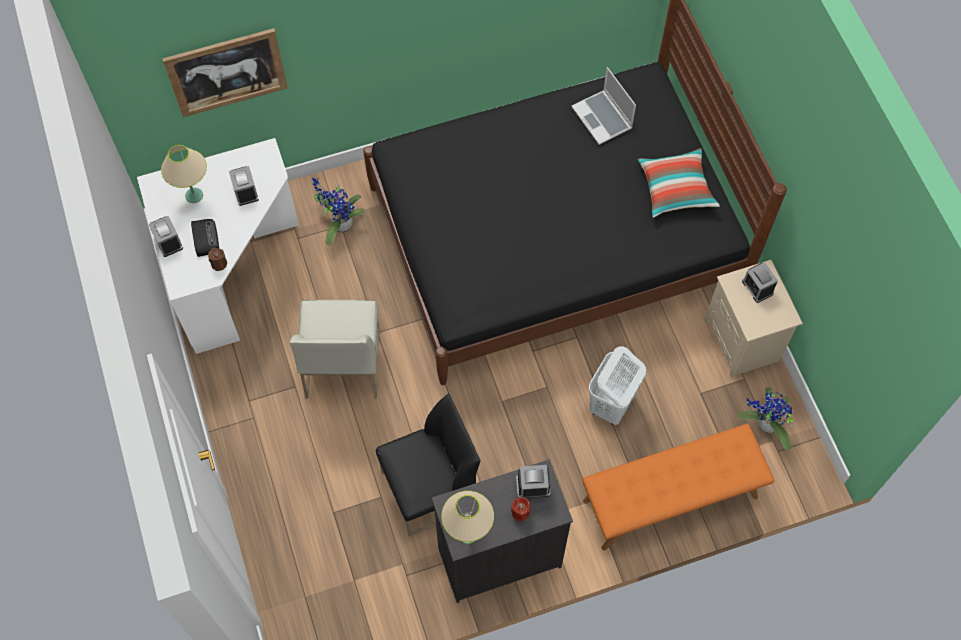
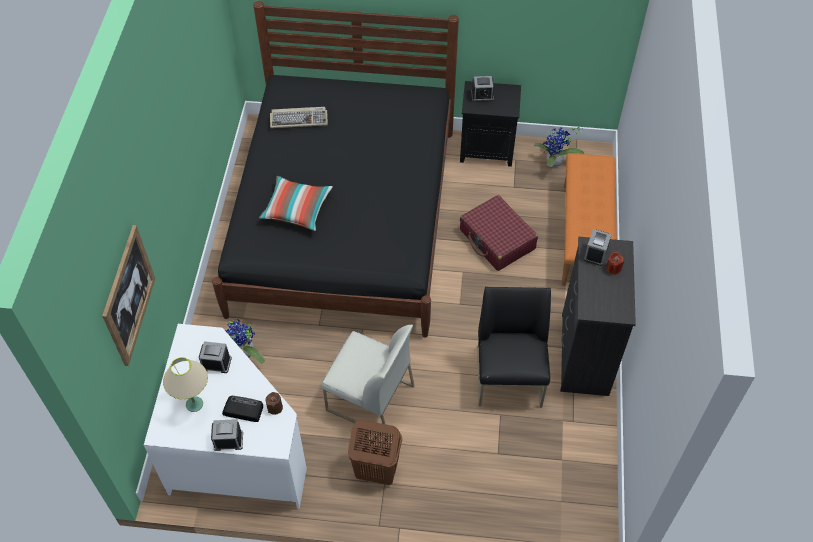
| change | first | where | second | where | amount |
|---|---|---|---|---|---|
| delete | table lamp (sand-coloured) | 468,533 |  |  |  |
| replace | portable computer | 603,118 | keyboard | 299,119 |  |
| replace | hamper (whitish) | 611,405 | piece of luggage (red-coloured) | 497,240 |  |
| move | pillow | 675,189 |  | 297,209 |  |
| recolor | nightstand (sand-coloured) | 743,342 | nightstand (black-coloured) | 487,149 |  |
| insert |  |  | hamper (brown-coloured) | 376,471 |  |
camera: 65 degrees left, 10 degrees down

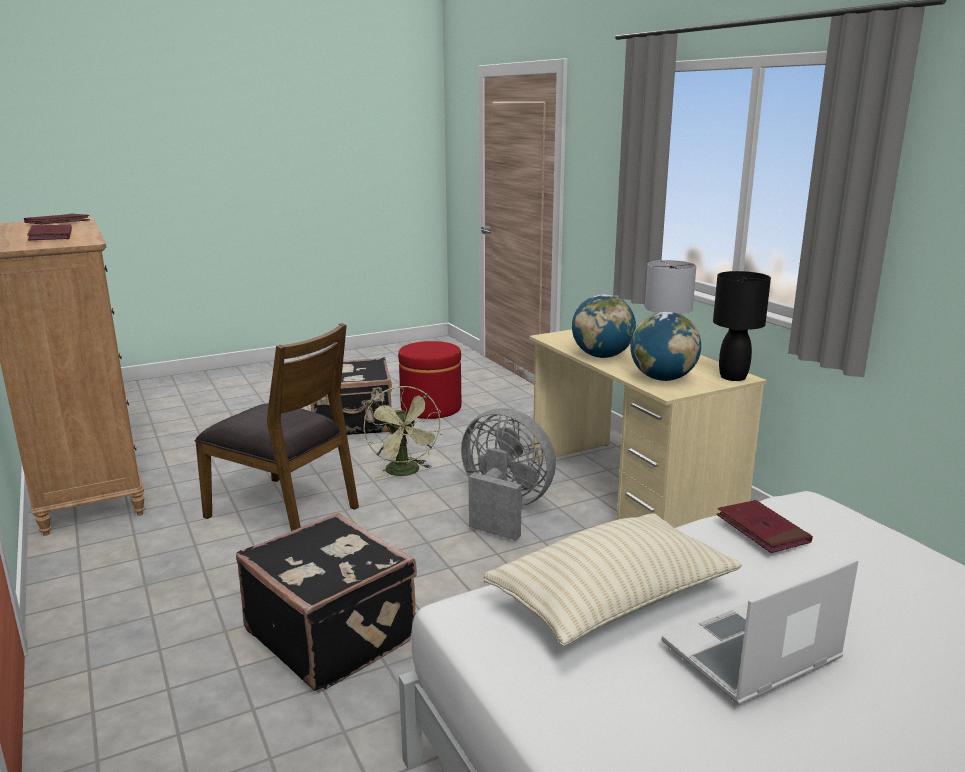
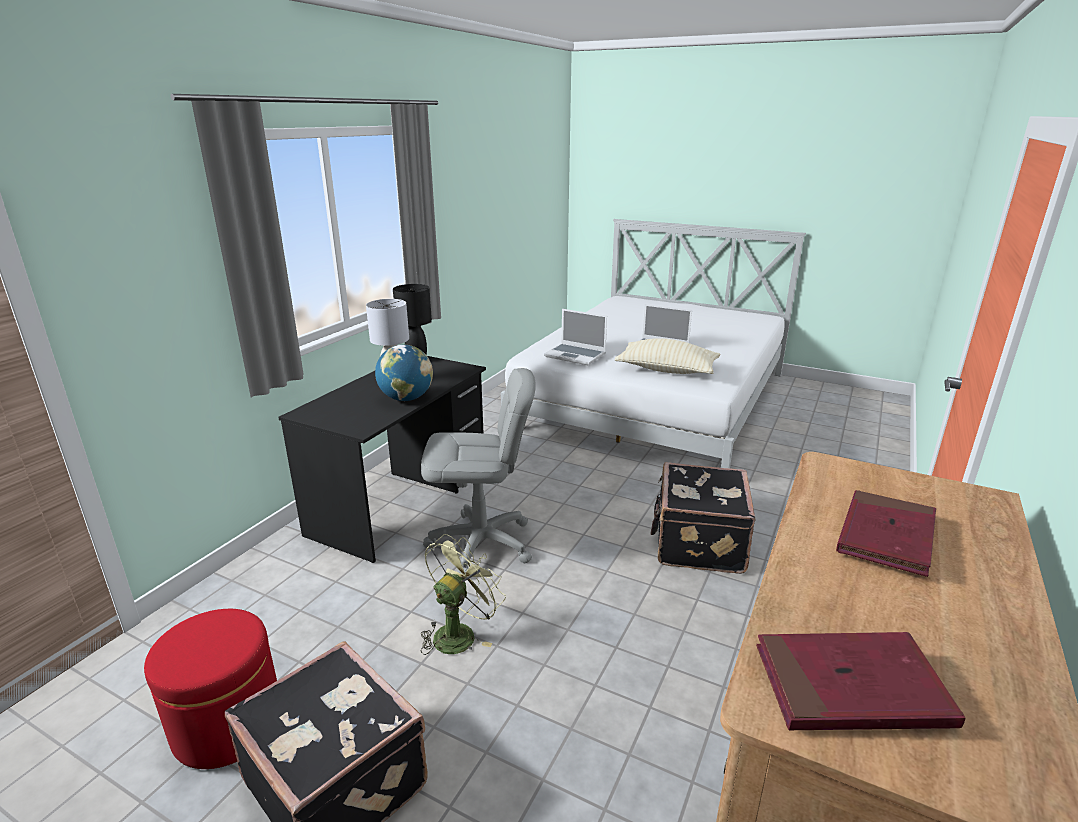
| change | first | where | second | where | amount |
|---|---|---|---|---|---|
| delete | upright chair (brown-coloured) | 285,511 |  |  |  |
| replace | cooling fan (gray) | 503,509 | office chair (gray) | 481,544 |  |
| recolor | desk (sand-coloured) | 630,492 | desk (black-coloured) | 401,501 |  |
| delete | globe | 663,379 |  |  |  |
| replace | bound book (red-coloured) | 762,530 | portable computer | 576,355 |  |
camera: 125 degrees left, 5 degrees up

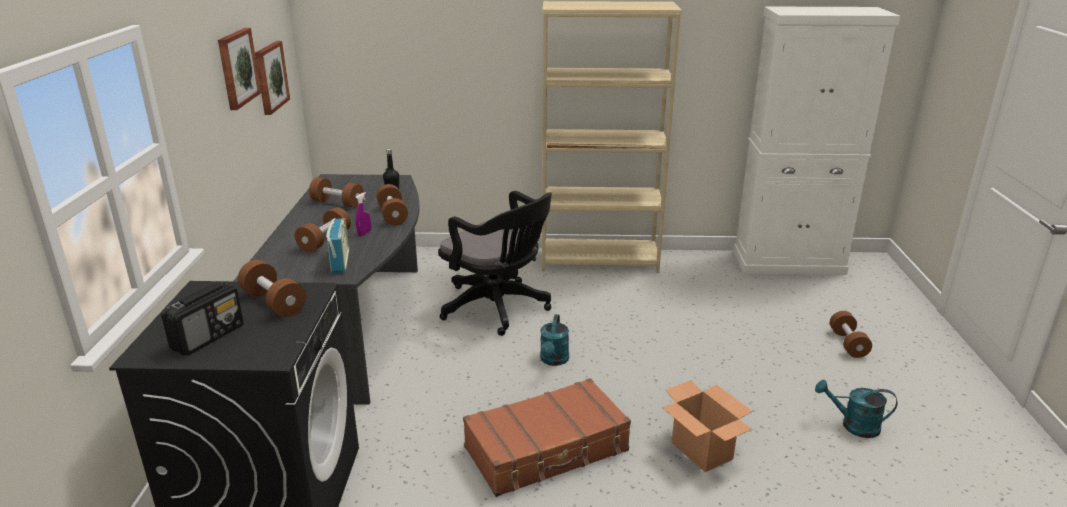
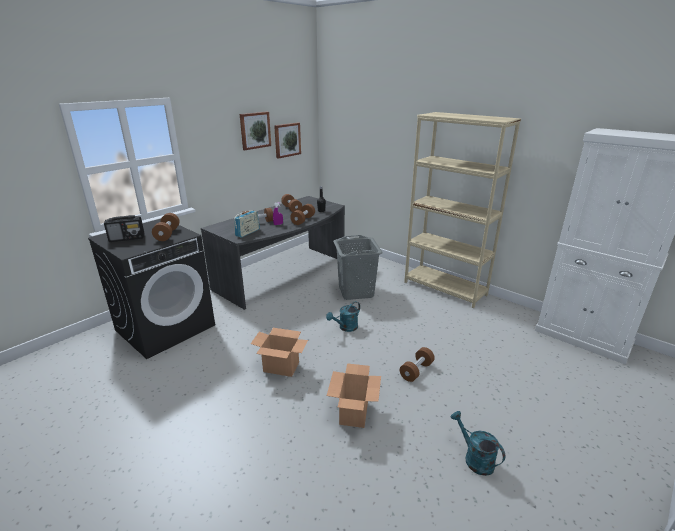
| change | first | where | second | where | amount |
|---|---|---|---|---|---|
| replace | office chair (black-coloured) | 498,308 | hamper (gray) | 355,292 |  |
| replace | piece of luggage (brown-coloured) | 547,450 | cardboard box | 281,367 |  |
| move | free weight (brown-coloured) | 848,344 |  | 416,371 |  |
camera: 40 degrees right, 0 degrees up

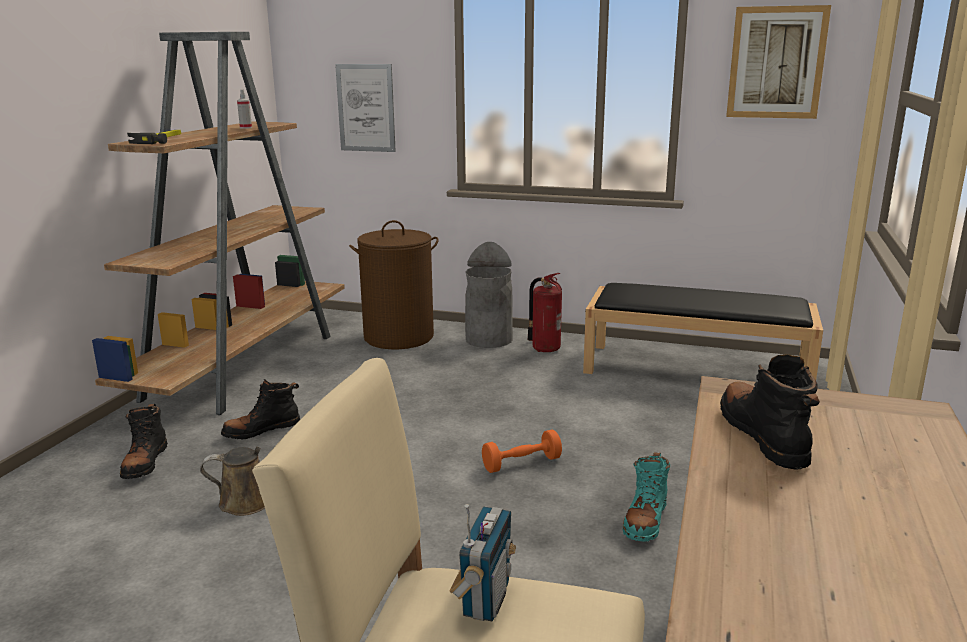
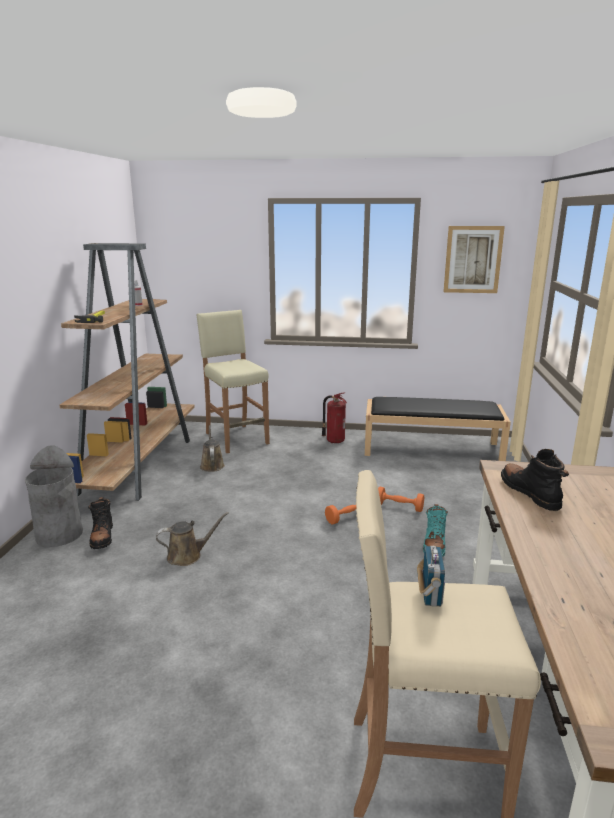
| change | first | where | second | where | amount |
|---|---|---|---|---|---|
| delete | tall boot (black-coloured) | 262,430 |  |  |  |
| delete | wall picture | 366,108 |  |  |  |
| replace | hamper (brown-coloured) | 399,337 | sitting stool (sand-coloured) | 236,438 |  |
| move | rubbish bin (gray) | 489,339 |  | 59,534 |  |
| insert |  |  | watering can (brown-coloured) | 212,465 |  |
| insert |  |  | free weight (orangey) | 399,507 |  |
camera: 10 degrees left, 0 degrees up

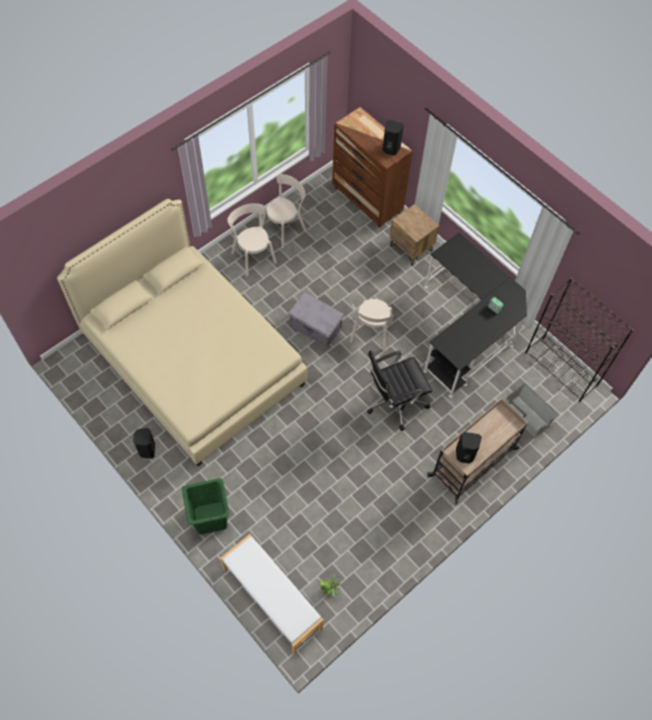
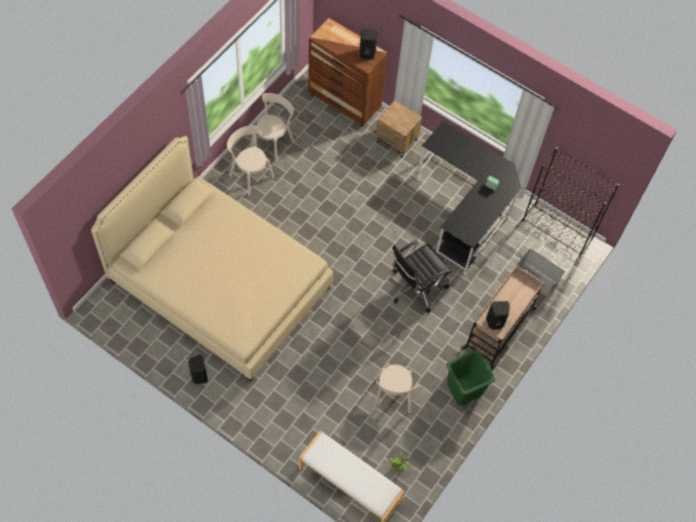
| change | first | where | second | where | amount |
|---|---|---|---|---|---|
| move | hamper (greenish) | 210,518 |  | 464,389 |  |
| delete | storage box (gray) | 315,328 |  |  |  |
| move | upright chair (sand-coloured) | 371,334 |  | 392,397 |  |
camera: 15 degrees left, 0 degrees up

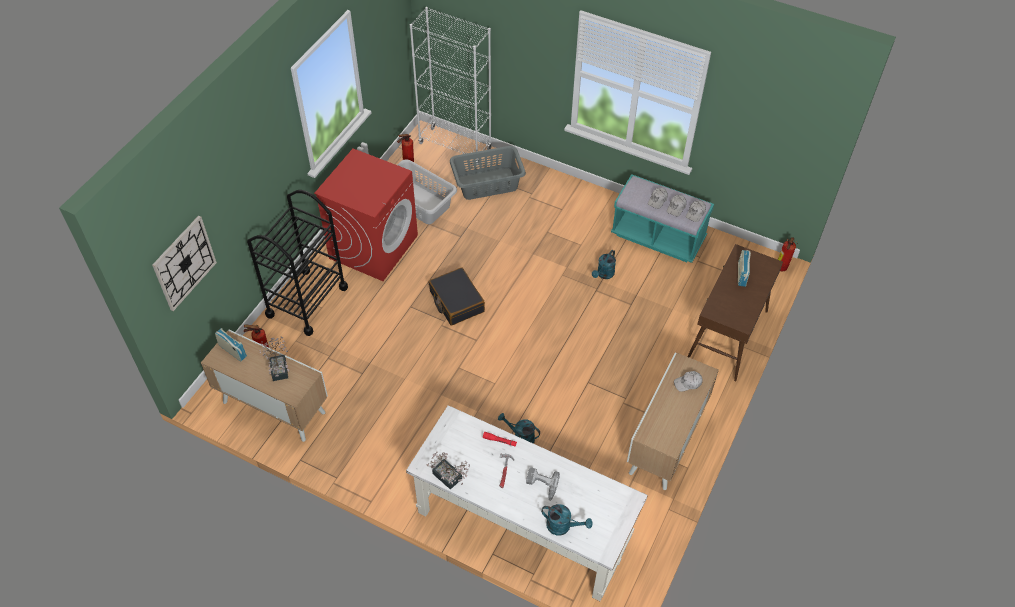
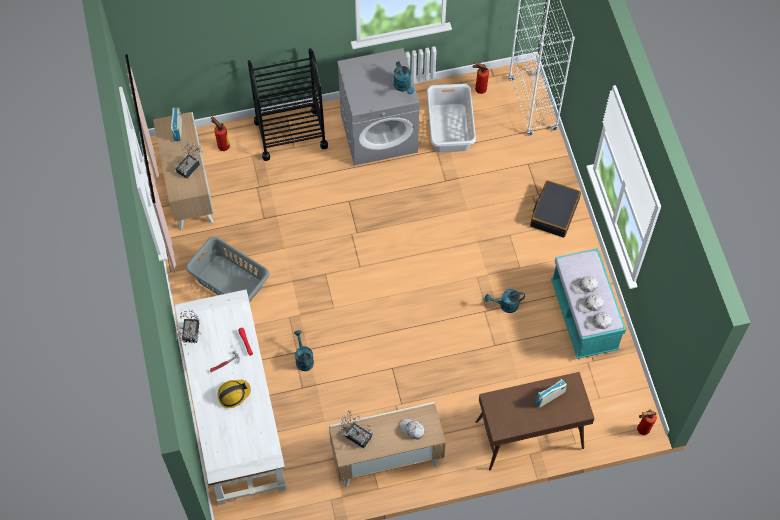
| change | first | where | second | where | amount |
|---|---|---|---|---|---|
| delete | hanging clock | 184,263 |  |  |  |
| recolor | laundry machine (red-coloured) | 373,246 | laundry machine (gray) | 379,133 |  |
| move | piece of luggage (black-coloured) | 456,302 |  | 554,213 |  |
| move | hamper (gray) | 487,183 |  | 230,281 |  |
| replace | power drill | 541,485 | hard hat | 233,394 |  |
| move | watering can (blue-green) | 563,526 |  | 403,87 |  |
| insert |  |  | houseplant | 356,434 |  |
camera: 50 degrees right, 10 degrees up

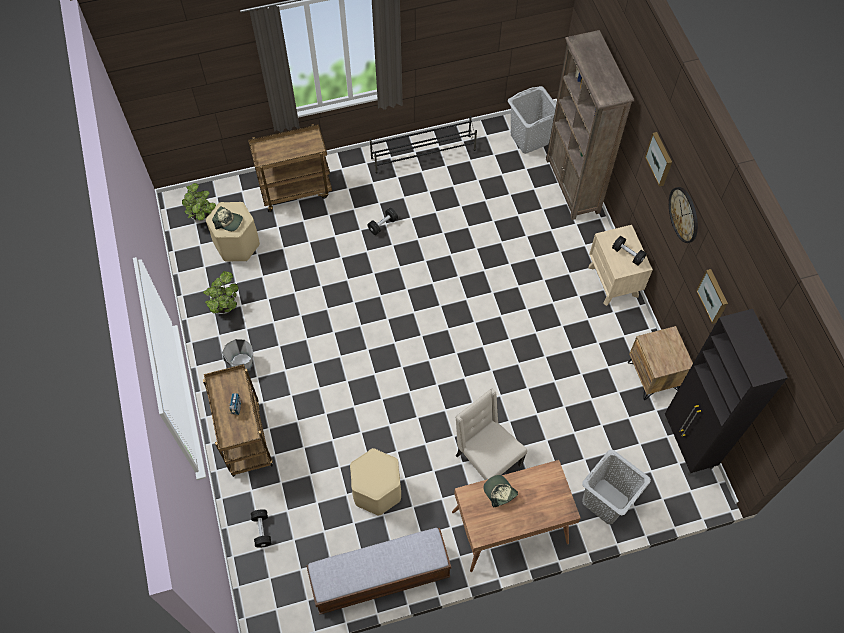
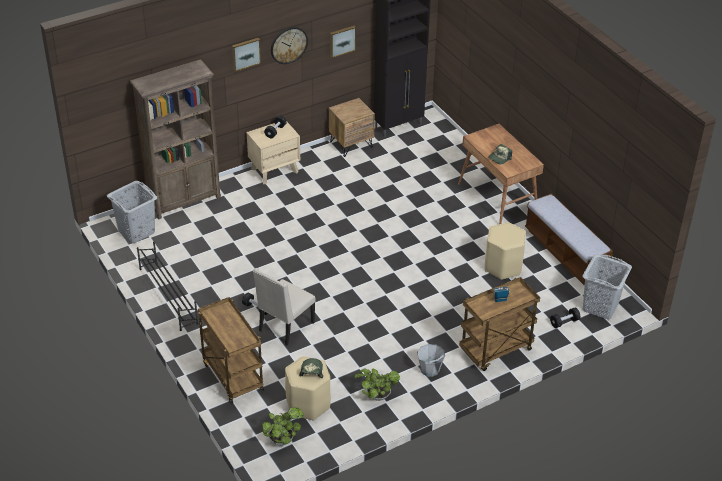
| change | first | where | second | where | amount |
|---|---|---|---|---|---|
| move | upright chair (sand-coloured) | 486,460 |  | 285,327 |  |
| move | hamper (gray) | 605,500 |  | 600,306 |  |
camera: 105 degrees left, 20 degrees down

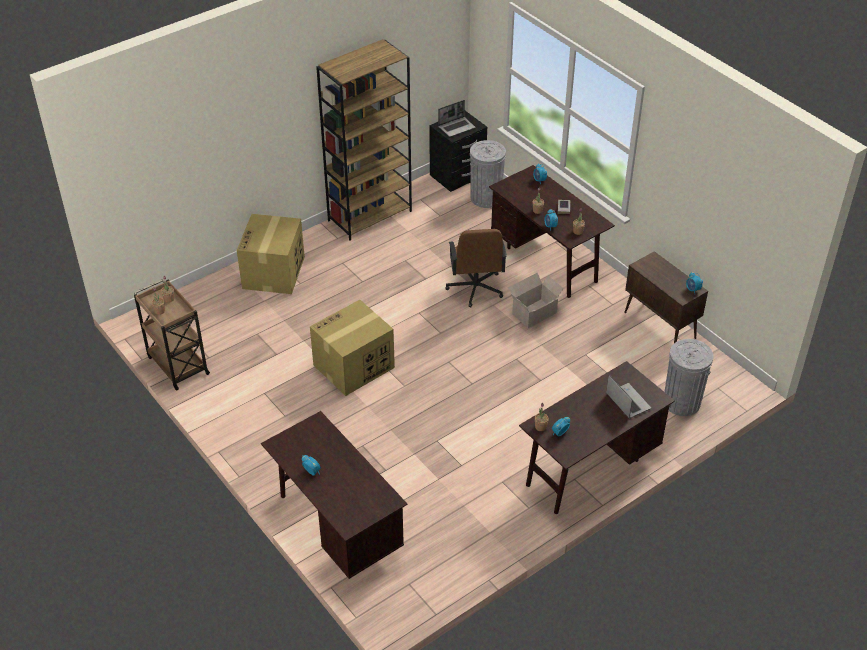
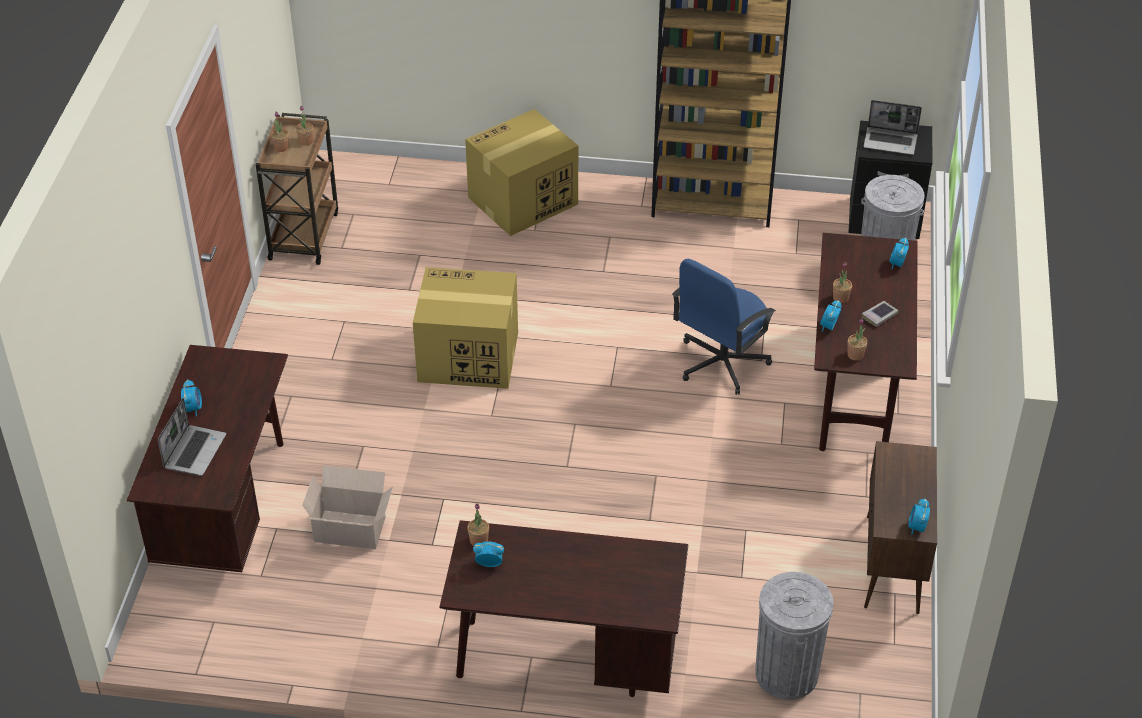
| change | first | where | second | where | amount |
|---|---|---|---|---|---|
| recolor | office chair (brown-coloured) | 475,288 | office chair (blue) | 721,363 |  |
| move | cardboard box | 535,313 |  | 352,530 |  |
| move | portable computer | 627,401 |  | 194,451 |  |
camera: 45 degrees right, 0 degrees up

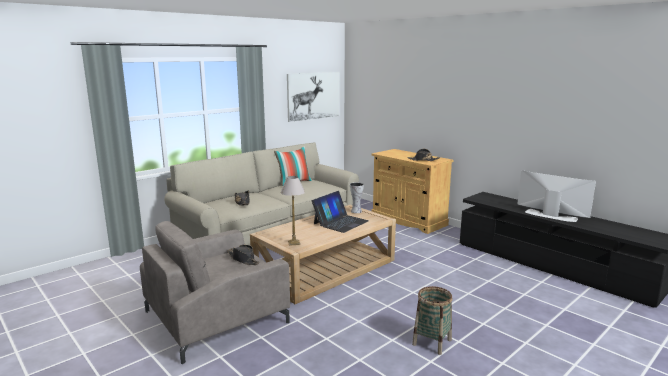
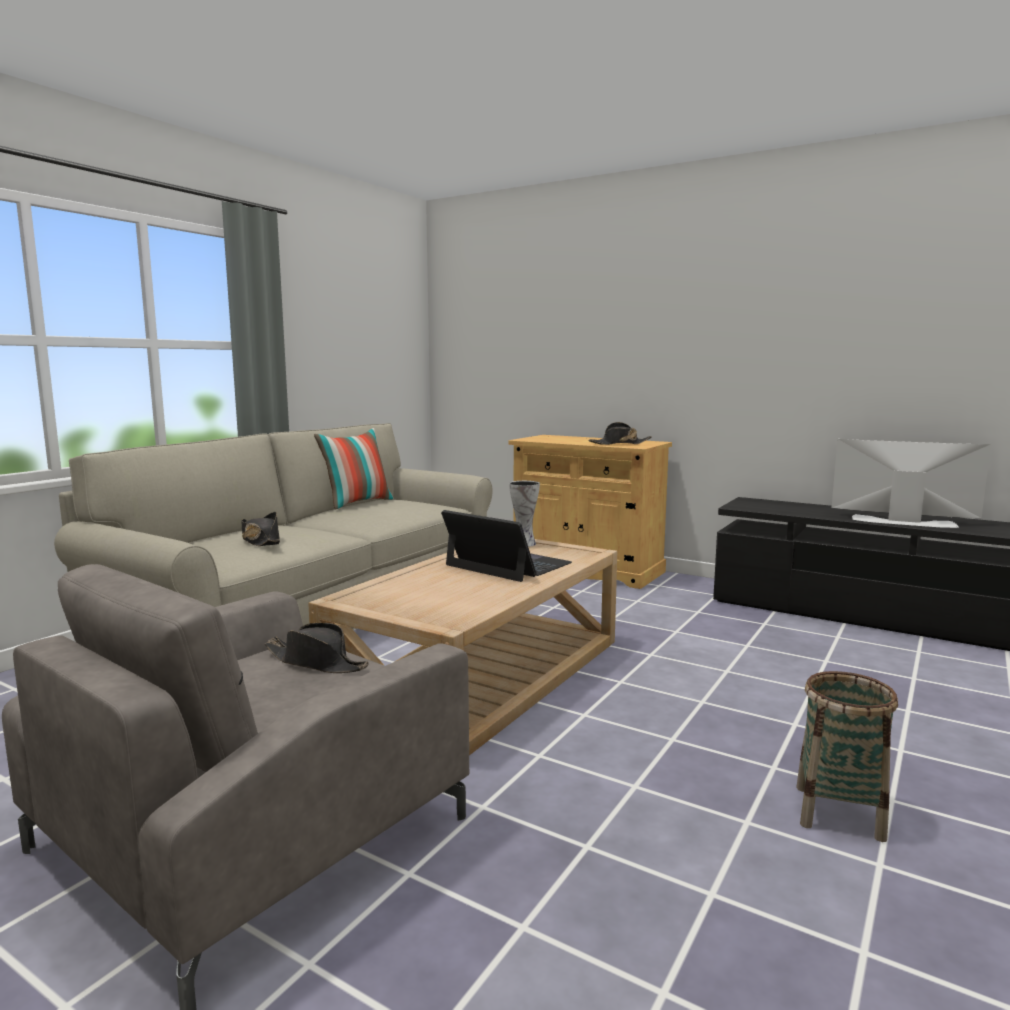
| change | first | where | second | where | amount |
|---|---|---|---|---|---|
| delete | table lamp | 293,243 |  |  |  |
| delete | wall picture | 313,96 |  |  |  |
| rotate | portable computer | 340,222 |  | 507,564 | 75 degrees counterclockwise |
camera: 15 degrees left, 5 degrees down

